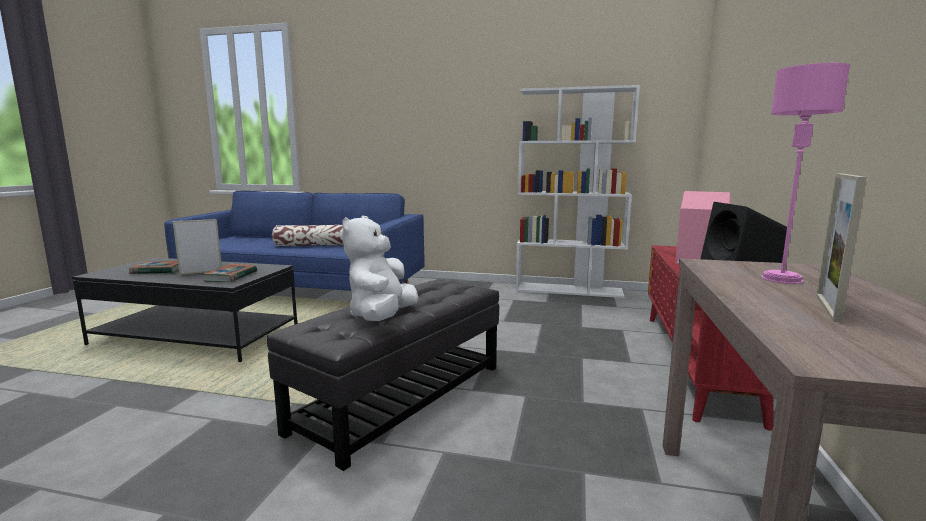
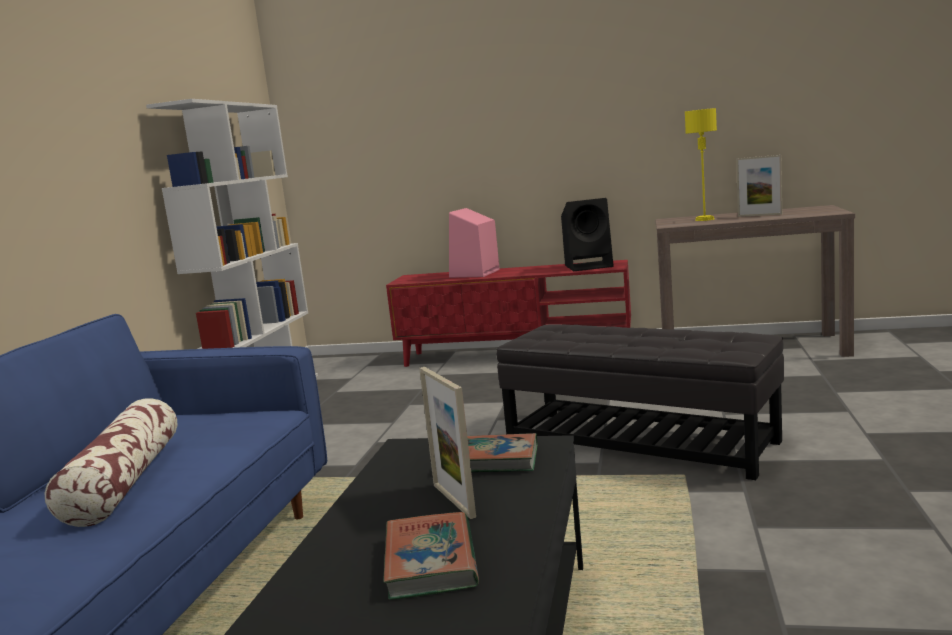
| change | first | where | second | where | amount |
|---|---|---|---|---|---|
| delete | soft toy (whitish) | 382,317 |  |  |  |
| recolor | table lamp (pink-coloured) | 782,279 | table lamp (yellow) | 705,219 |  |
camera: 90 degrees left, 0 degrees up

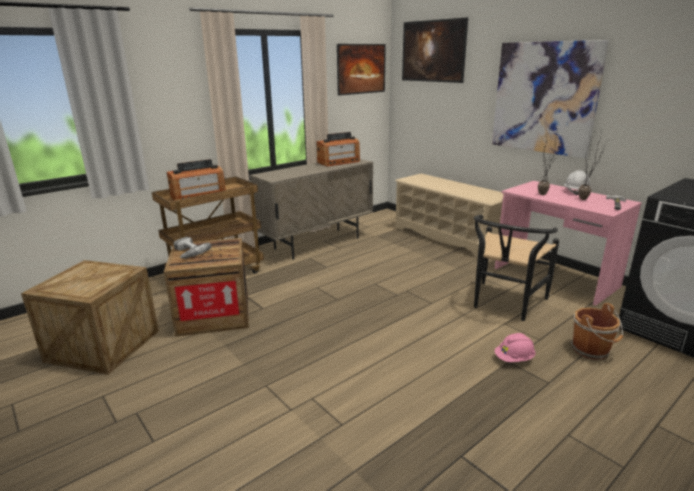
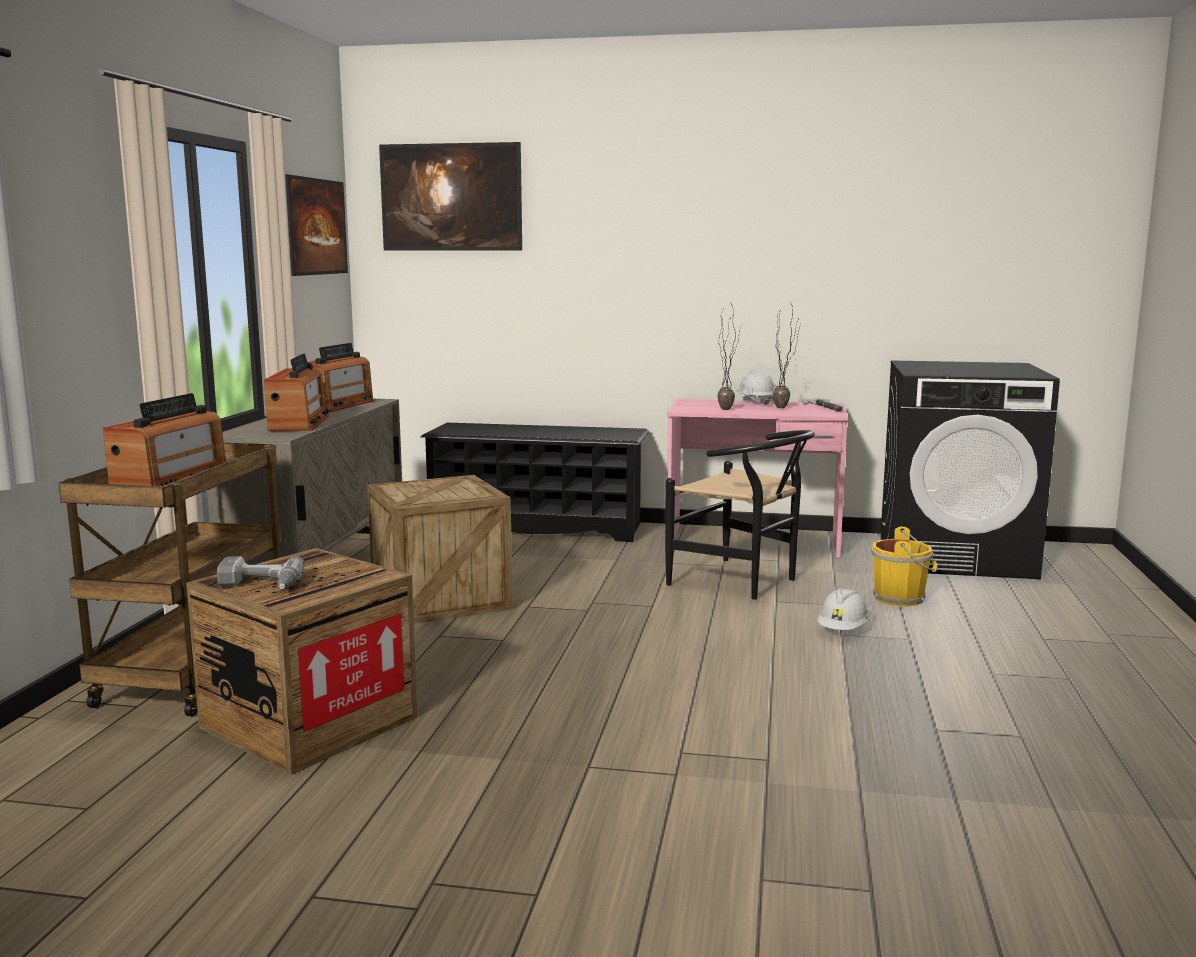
| change | first | where | second | where | amount |
|---|---|---|---|---|---|
| move | shipping crate | 103,346 |  | 440,599 |  |
| recolor | shoe stand (sand-coloured) | 447,237 | shoe stand (black-coloured) | 538,527 |  |
| rotate | upright chair (black-coloured) | 504,304 |  | 743,582 | 45 degrees counterclockwise |
| delete | wall picture | 544,98 |  |  |  |
| recolor | hard hat (pink-coloured) | 514,359 | hard hat (whitish) | 842,630 |  |
| recolor | pail (brown-coloured) | 591,350 | pail (yellow) | 901,598 |  |
| insert |  |  | radio set | 299,423 |  |
camera: 40 degrees left, 10 degrees down

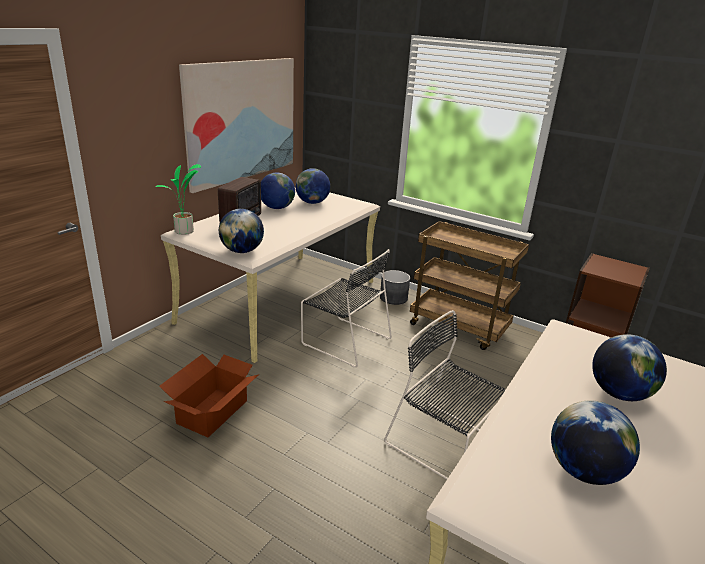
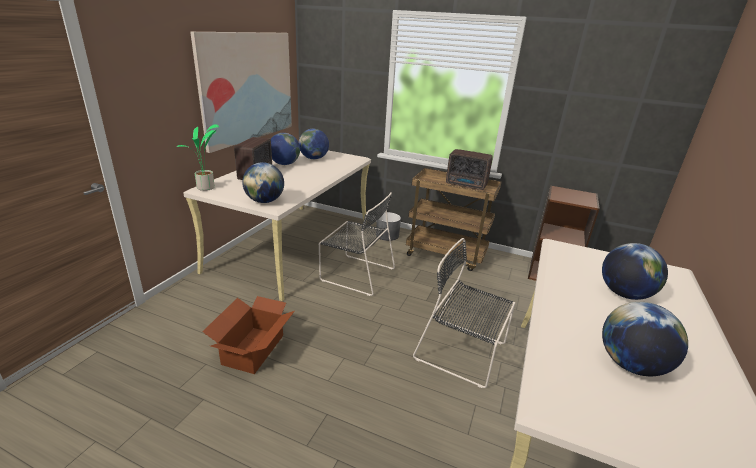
| change | first | where | second | where | amount |
|---|---|---|---|---|---|
| insert |  |  | radio set | 467,185 |  |
camera: 10 degrees left, 0 degrees up

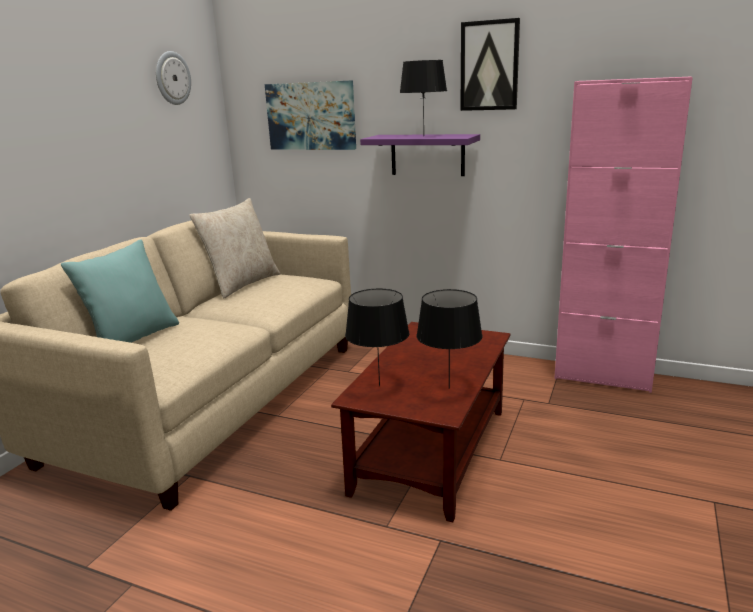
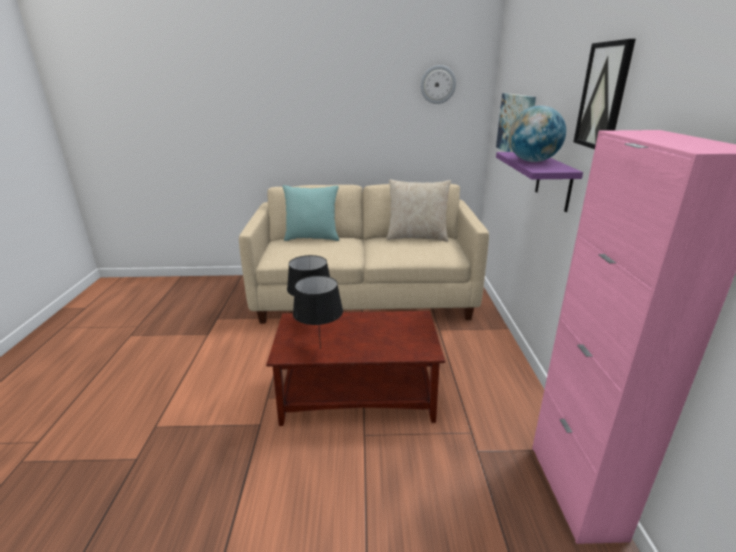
| change | first | where | second | where | amount |
|---|---|---|---|---|---|
| replace | table lamp (black-coloured) | 423,136 | globe | 532,161 |  |
camera: 65 degrees right, 5 degrees up

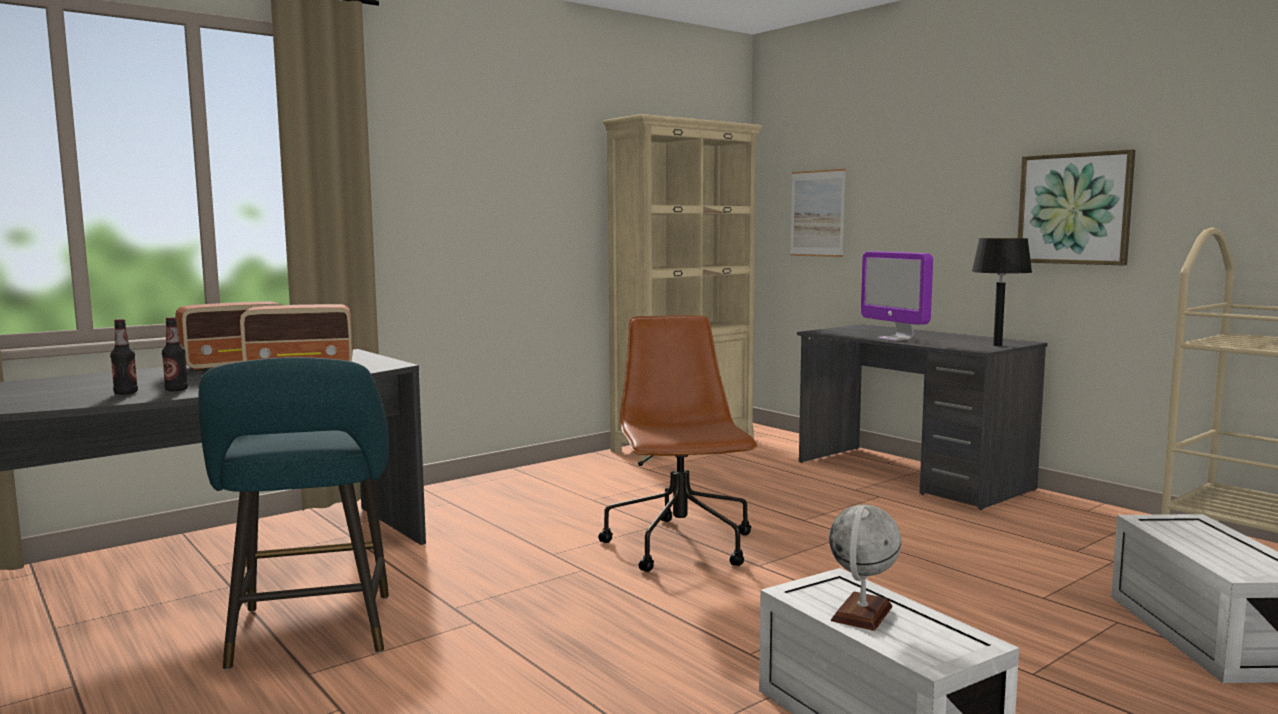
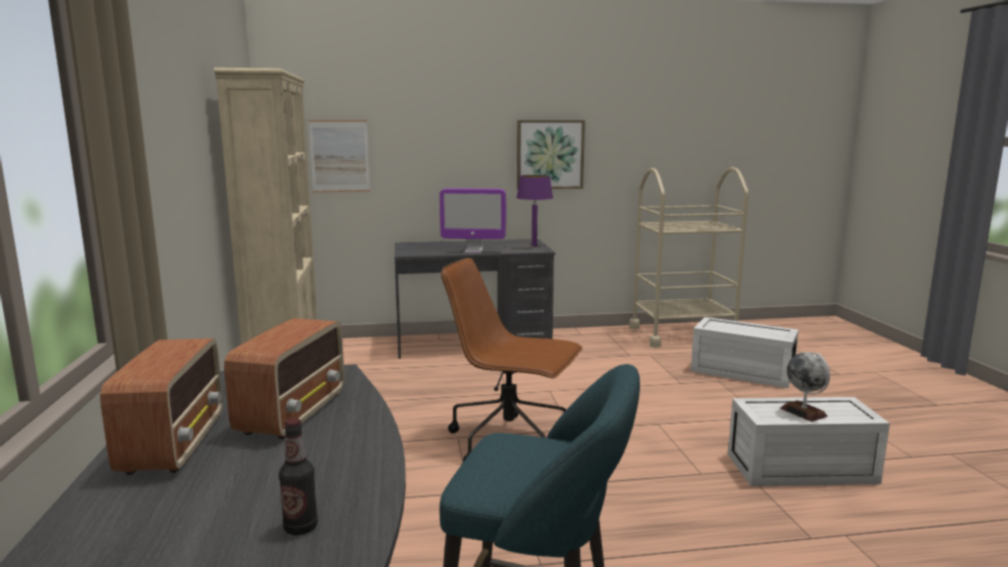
| change | first | where | second | where | amount |
|---|---|---|---|---|---|
| delete | beverage bottle | 176,390 |  |  |  |
| recolor | table lamp (black-coloured) | 997,345 | table lamp (purple) | 534,245 |  |
camera: 60 degrees left, 5 degrees up

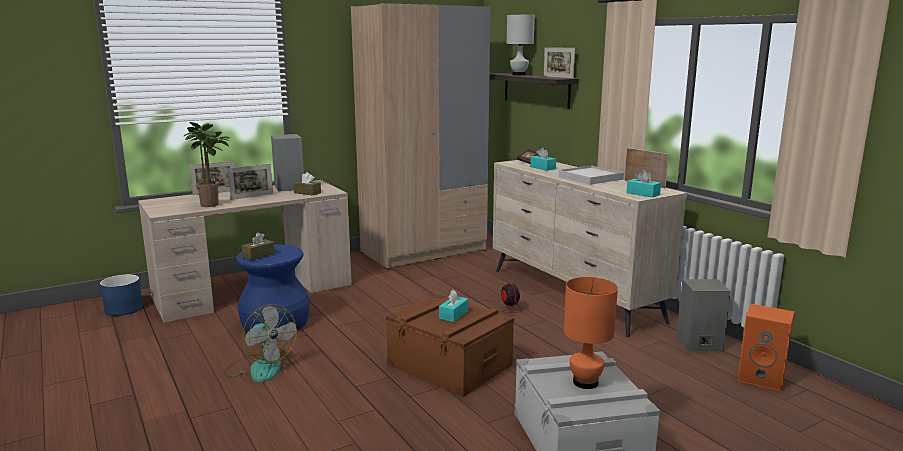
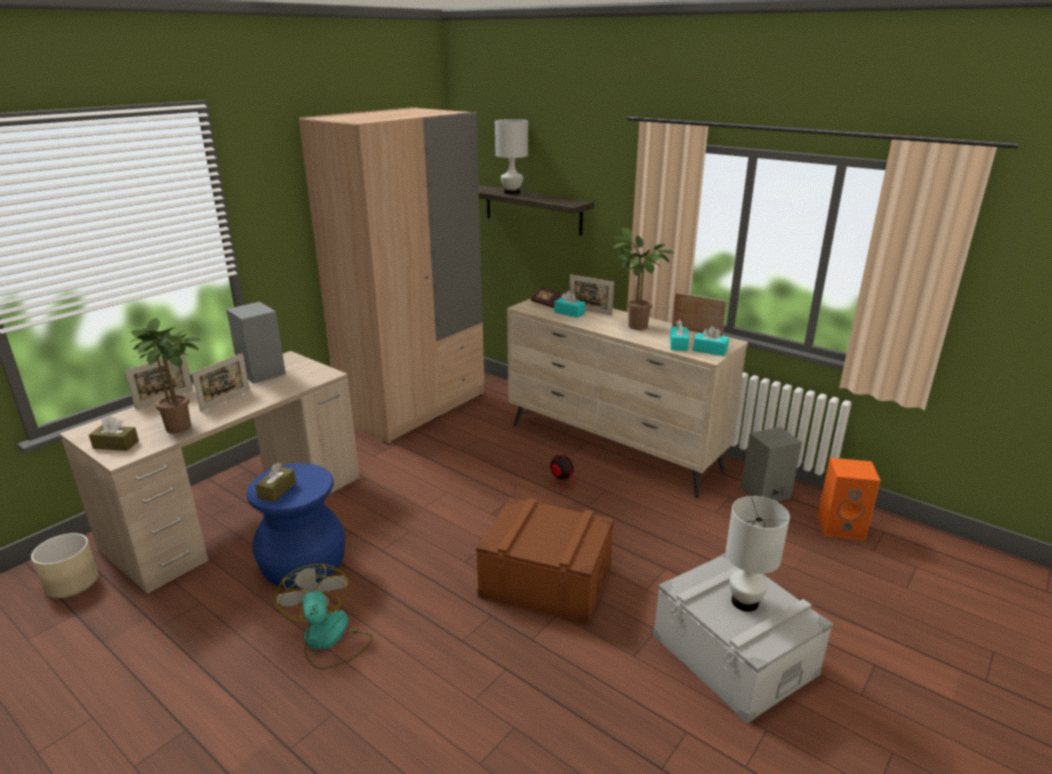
| change | first | where | second | where | amount |
|---|---|---|---|---|---|
| recolor | planter (blue) | 124,309 | planter (sand-coloured) | 72,582 |  |
| rotate | cooling fan | 260,367 |  | 329,640 | 135 degrees counterclockwise |
| move | box of tissues (brown-coloured) | 307,193 |  | 116,445 |  |
| move | box of tissues (blue-green) | 453,315 |  | 678,344 |  |
| move | standing frame | 558,77 |  | 590,311 |  |
| replace | carrying tray (whitish) | 590,178 | houseplant | 634,326 |  |
| recolor | table lamp (orangey) | 586,382 | table lamp (whitish) | 745,601 |  |
camera: 20 degrees left, 10 degrees up

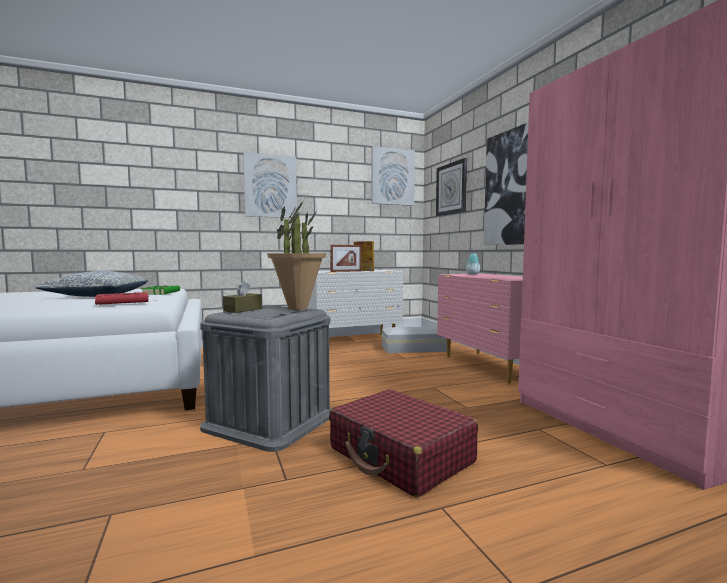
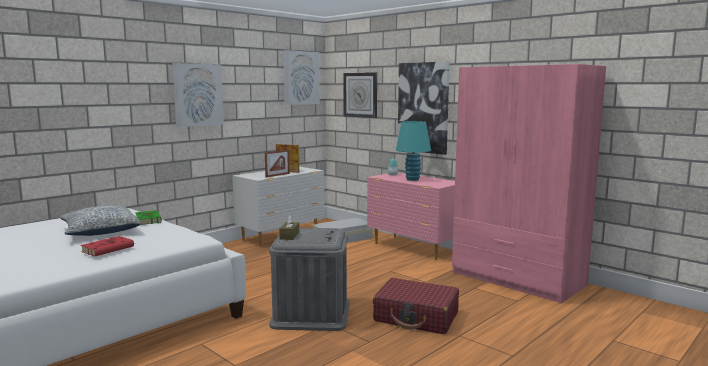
| change | first | where | second | where | amount |
|---|---|---|---|---|---|
| move | bound book (red-coloured) | 125,302 |  | 109,249 |  |
| delete | houseplant | 297,308 |  |  |  |
| insert |  |  | table lamp (blue-green) | 412,179 |  |
camera: 25 degrees left, 5 degrees up

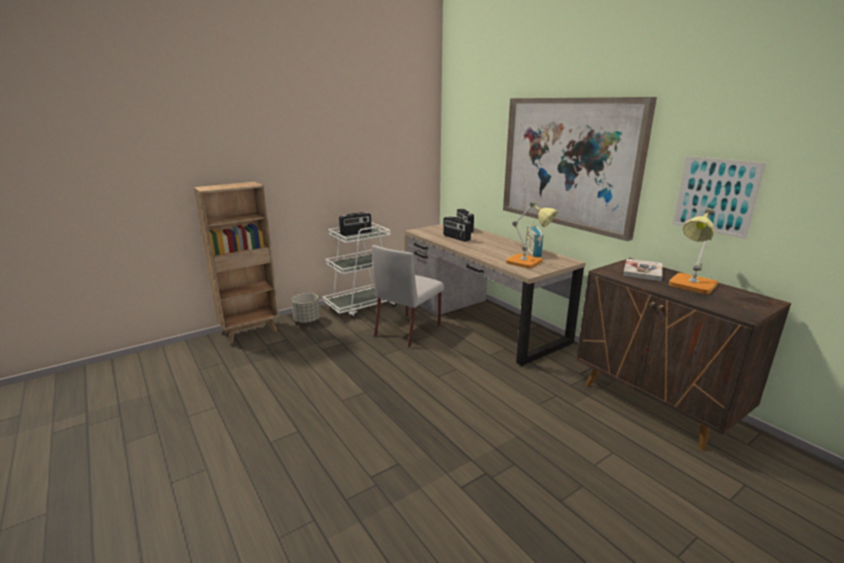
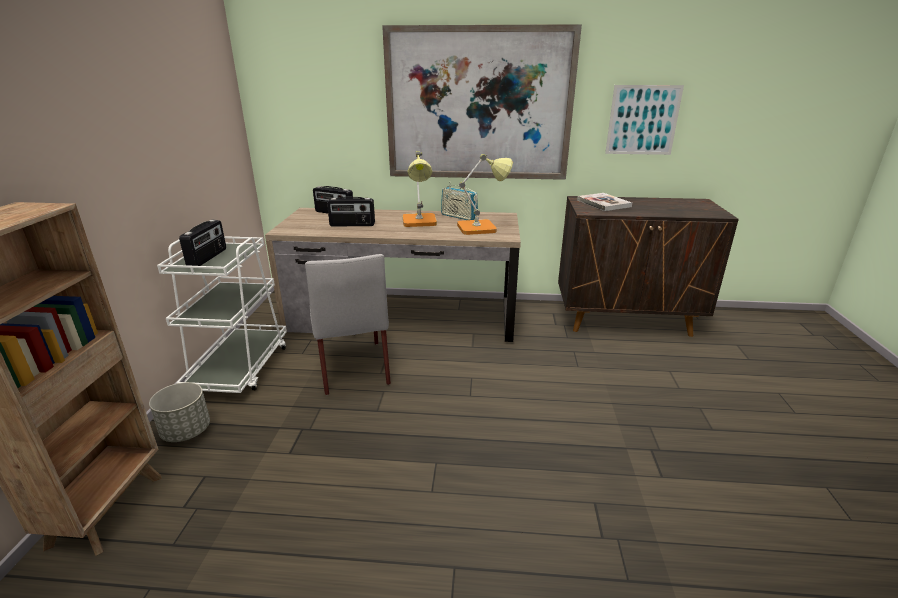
| change | first | where | second | where | amount |
|---|---|---|---|---|---|
| move | table lamp | 691,286 |  | 420,223 |  |
camera: 50 degrees left, 5 degrees up

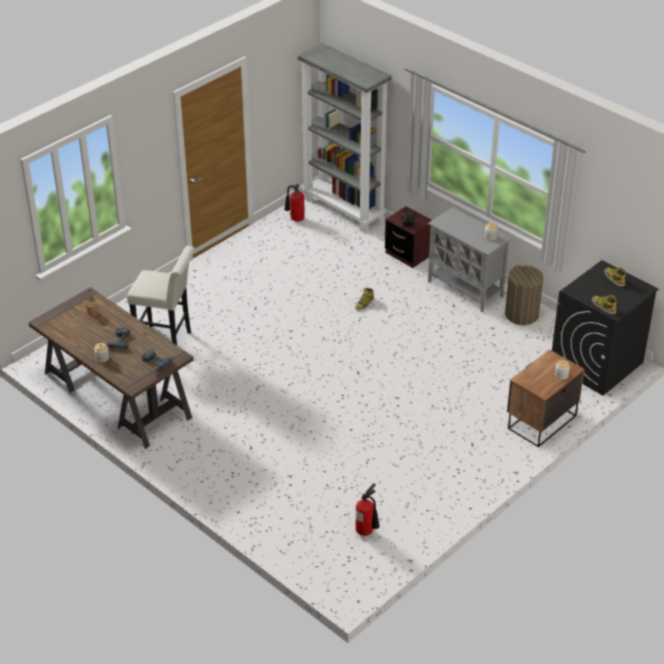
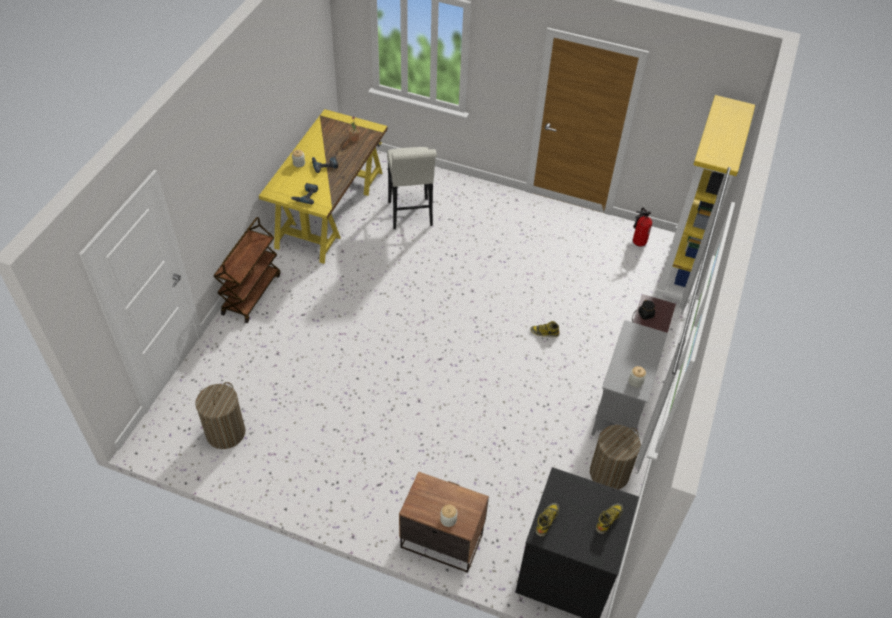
| change | first | where | second | where | amount |
|---|---|---|---|---|---|
| recolor | desk (brown-coloured) | 116,395 | desk (yellow) | 329,209 |  |
| recolor | bookcase (gray) | 344,209 | bookcase (yellow) | 680,272 |  |
| replace | fire-fighting cylinder | 367,531 | hamper | 225,433 |  |
| insert |  |  | trolley (brown-coloured) | 251,294 |  |
camera: 65 degrees right, 10 degrees up

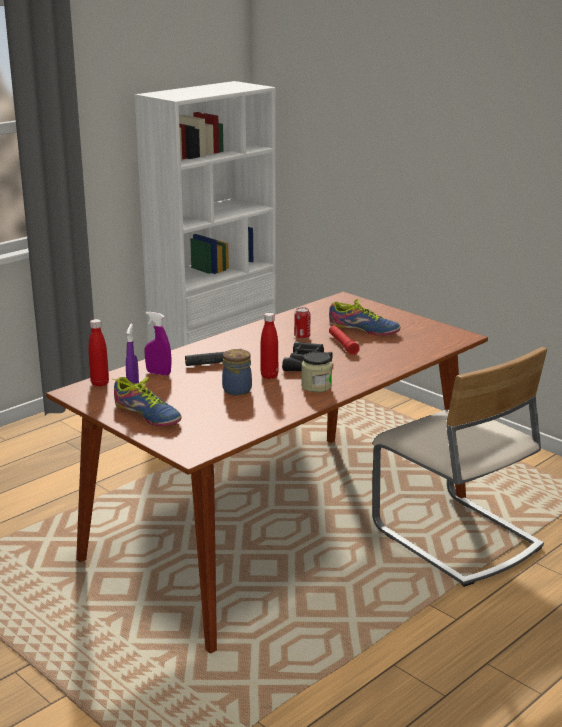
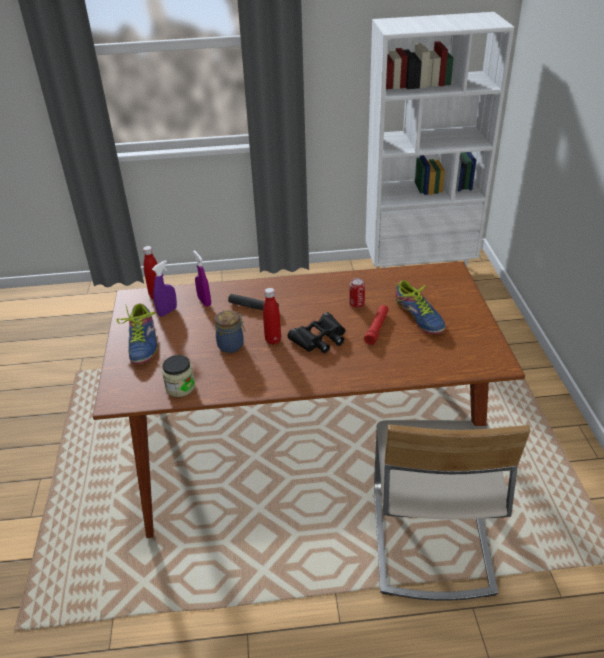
| change | first | where | second | where | amount |
|---|---|---|---|---|---|
| move | storage jar | 316,386 |  | 180,387 |  |
camera: 40 degrees right, 15 degrees up

